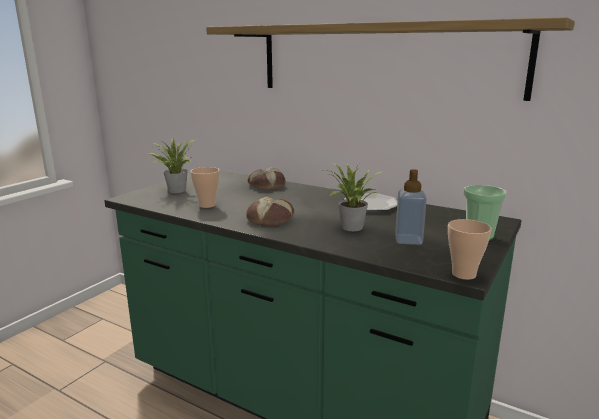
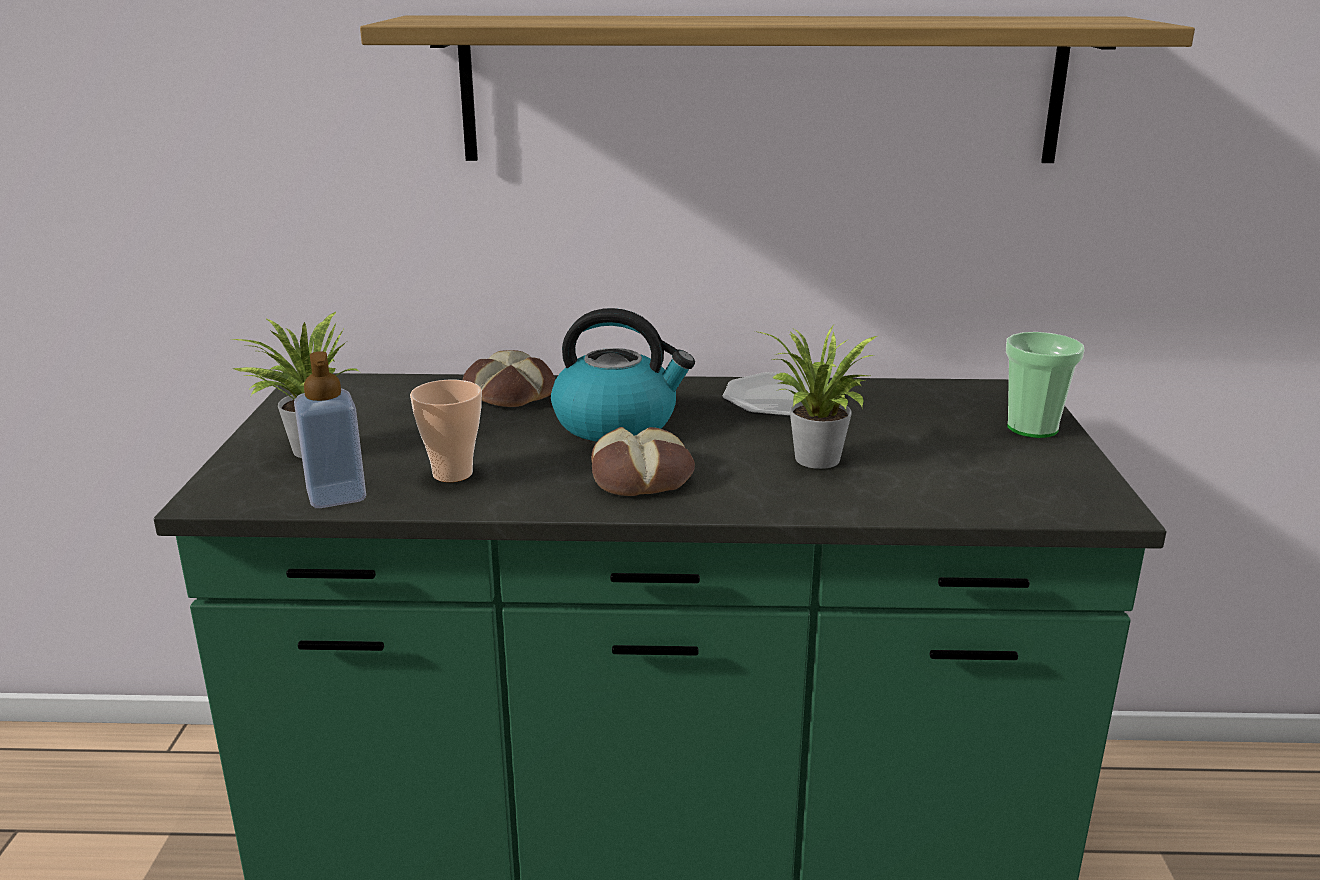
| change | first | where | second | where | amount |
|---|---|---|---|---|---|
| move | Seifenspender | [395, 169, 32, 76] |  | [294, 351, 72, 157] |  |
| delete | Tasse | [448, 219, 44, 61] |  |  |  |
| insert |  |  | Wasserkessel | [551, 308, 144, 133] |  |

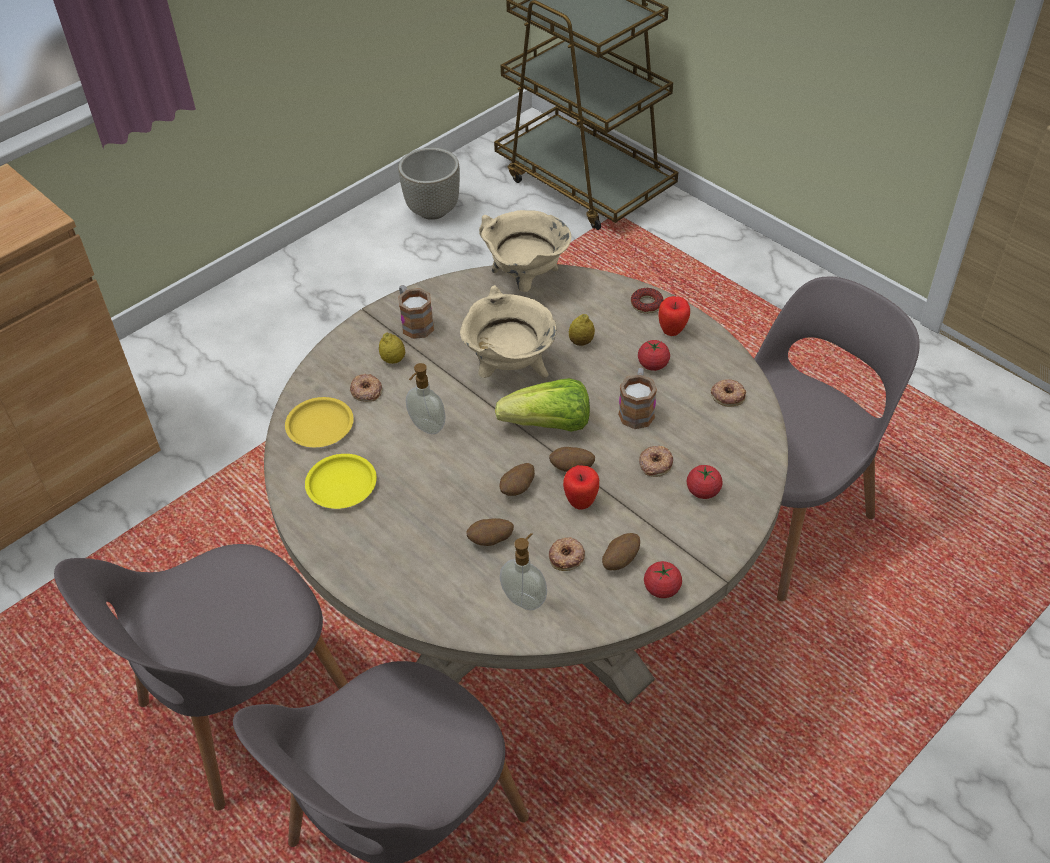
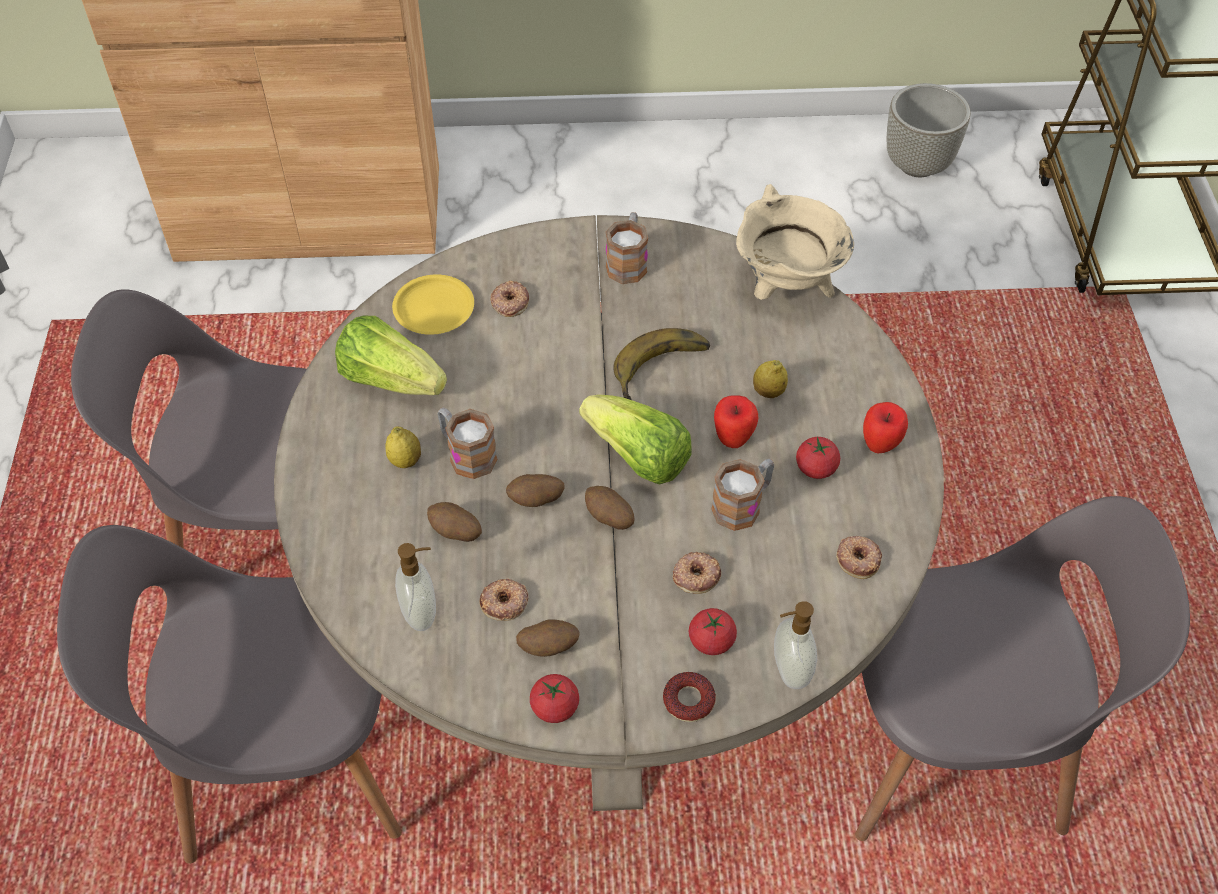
| change | first | where | second | where | amount |
|---|---|---|---|---|---|
| replace | Teller [gelb] | [305, 454, 72, 55] | Salatkopf | [335, 316, 112, 79] |  |
| move | Zitrone | [379, 332, 26, 32] |  | [385, 426, 36, 42] |  |
| move | Seifenspender | [406, 363, 40, 71] |  | [774, 601, 43, 88] |  |
| replace | Kochtopf [beige] | [460, 285, 97, 93] | Banane | [613, 328, 97, 72] |  |
| move | Apfel | [563, 465, 36, 45] |  | [714, 395, 44, 53] |  |
| move | Donut | [631, 288, 33, 26] |  | [663, 672, 53, 50] |  |
| insert |  |  | Henkelbecher | [438, 407, 60, 72] |  |

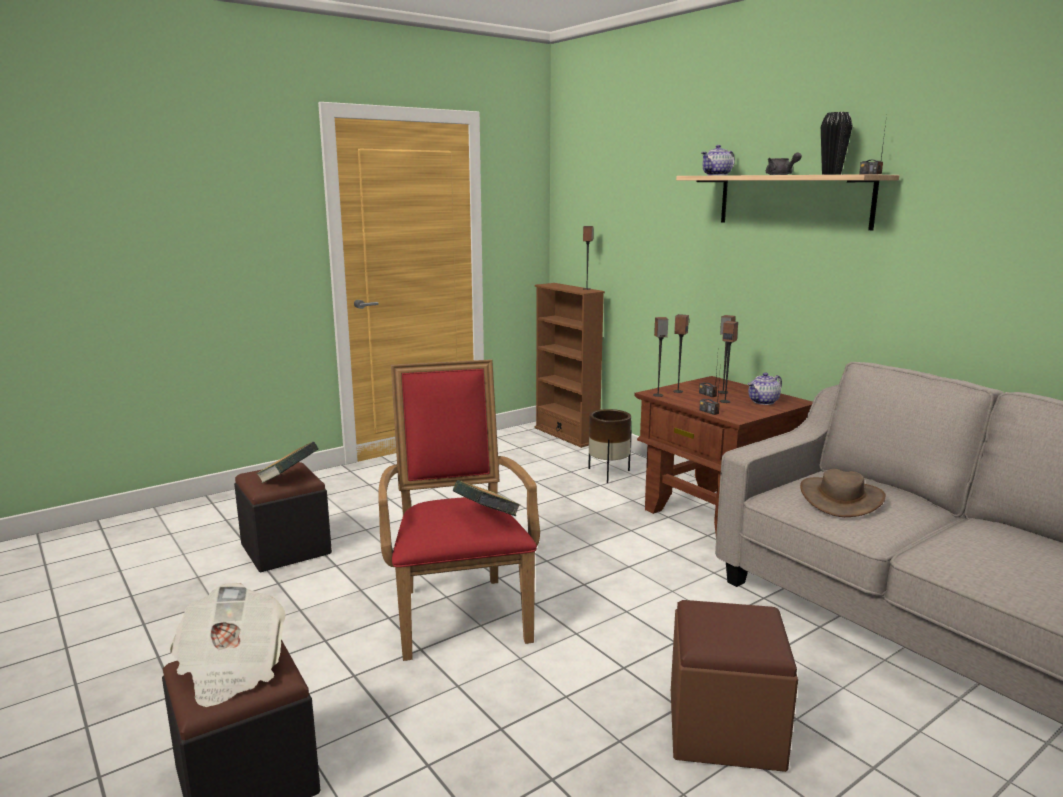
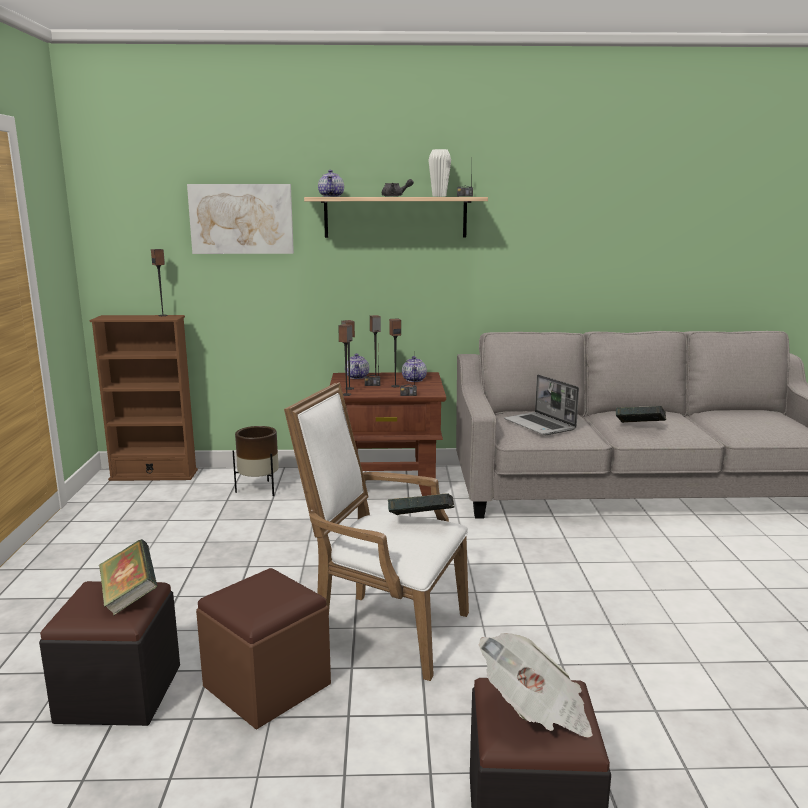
| change | first | where | second | where | amount |
|---|---|---|---|---|---|
| recolor | Sessel [rot] | [378, 359, 162, 302] | Sessel [weiß] | [284, 382, 185, 299] |  |
| move | Polsterhocker [braun] | [671, 600, 127, 172] |  | [196, 568, 135, 161] |  |
| replace | Hut [braun] | [800, 469, 86, 48] | Laptop | [504, 374, 75, 61] |  |
| recolor | Vase [schwarz] | [821, 112, 32, 63] | Vase [weiß] | [428, 149, 23, 48] |  |
| insert |  |  | Bild | [187, 184, 107, 70] |  |
| insert |  |  | Teekanne | [347, 354, 22, 25] |  |
| insert |  |  | Buch | [616, 406, 50, 17] |  |

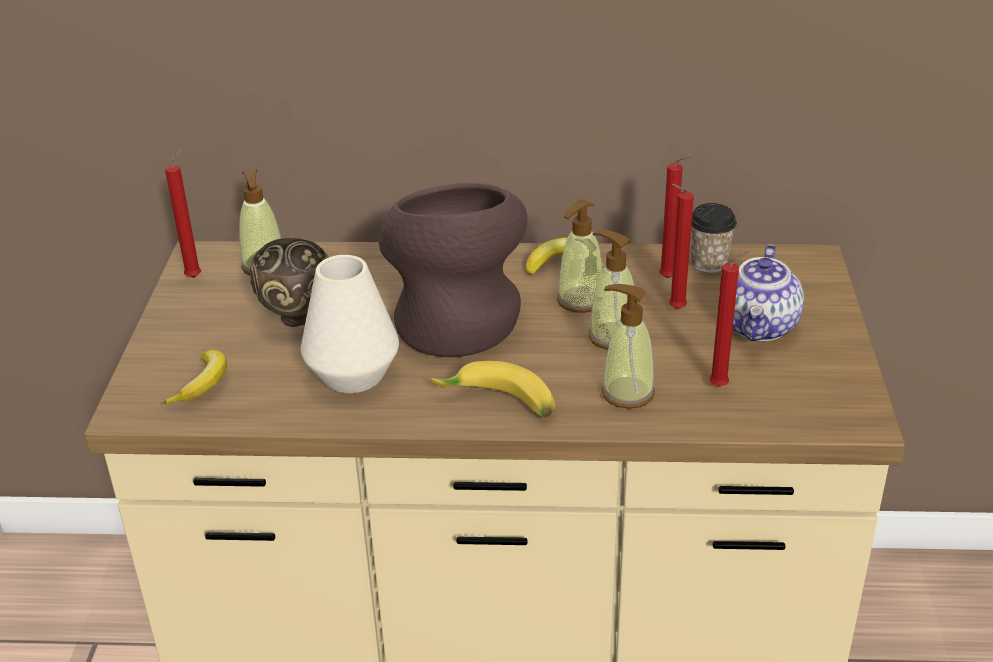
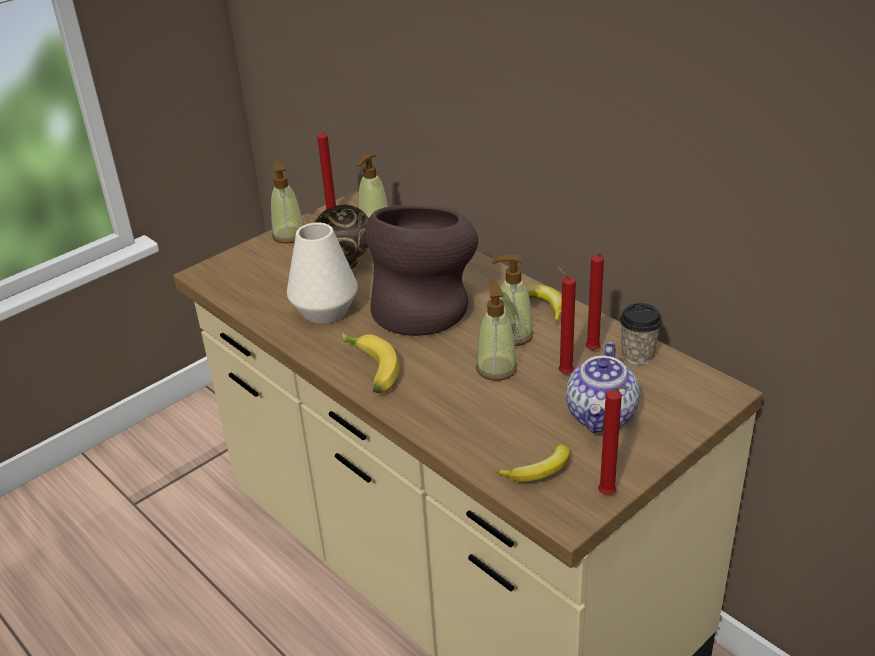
| change | first | where | second | where | amount |
|---|---|---|---|---|---|
| move | Banane | [161, 350, 66, 55] |  | [495, 444, 75, 38] |  |
| move | Seifenspender | [601, 284, 54, 125] |  | [271, 160, 32, 84] |  |
| move | Kerze [rot] | [709, 251, 40, 136] |  | [598, 386, 32, 109] |  |
| rotate | Teekanne | [733, 244, 71, 97] |  | [566, 342, 74, 91] | 45 degrees counterclockwise |

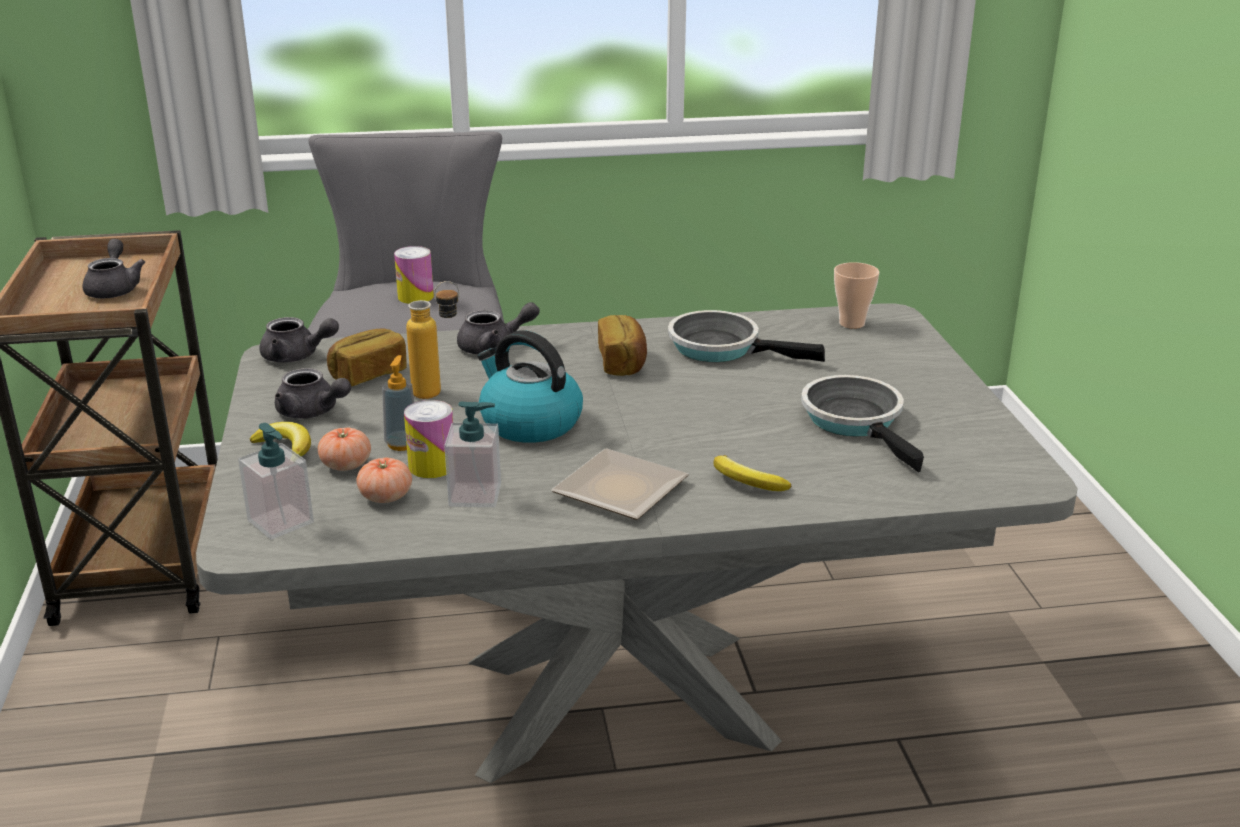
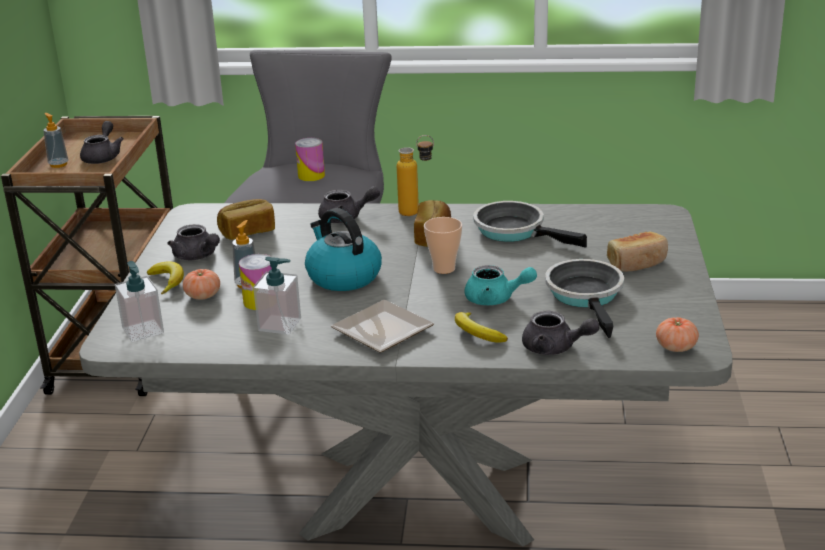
| change | first | where | second | where | amount |
|---|---|---|---|---|---|
| move | Teekanne [grau] | [259, 317, 80, 46] |  | [522, 311, 77, 44] |  |
| move | Tomate | [356, 458, 56, 45] |  | [656, 317, 43, 35] |  |
| move | Flasche | [406, 281, 54, 118] |  | [397, 135, 37, 81] |  |
| move | Tasse | [834, 262, 45, 67] |  | [424, 217, 38, 57] |  |
| insert |  |  | Seifenspender | [43, 113, 25, 55] |  |
| insert |  |  | Teekanne [türkis] | [465, 265, 72, 40] |  |
| insert |  |  | Brot | [607, 231, 61, 41] |  |

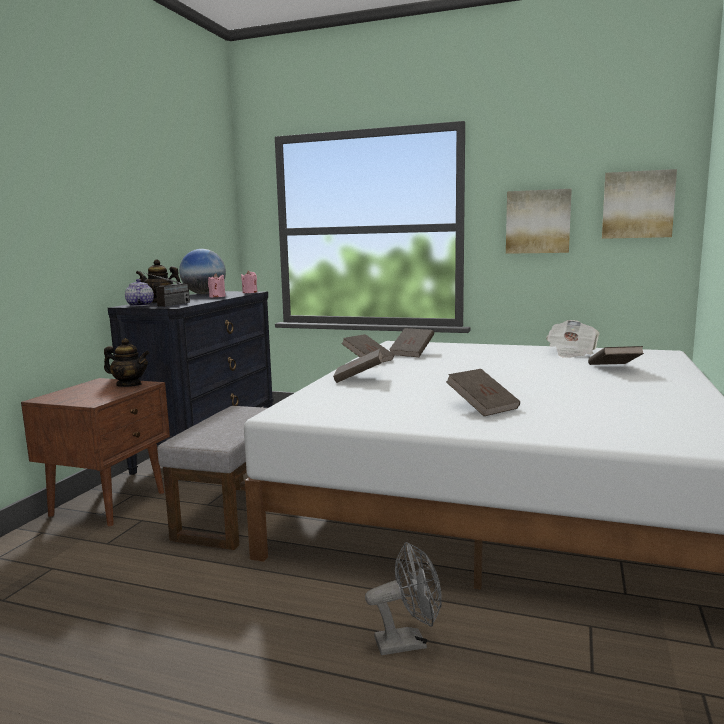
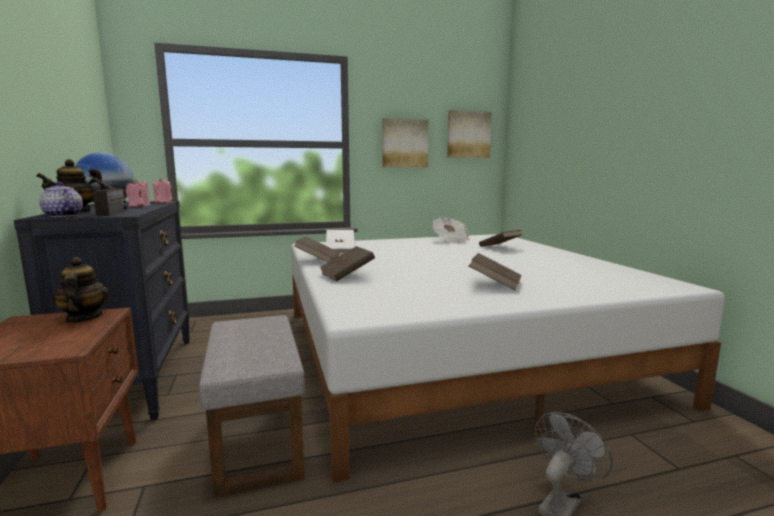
| change | first | where | second | where | amount |
|---|---|---|---|---|---|
| rotate | Teekanne | [104, 338, 46, 49] |  | [52, 257, 57, 66] | 90 degrees counterclockwise |
| recolor | Buch [braun] | [389, 328, 45, 29] | Buch [weiß] | [326, 230, 29, 23] |  |

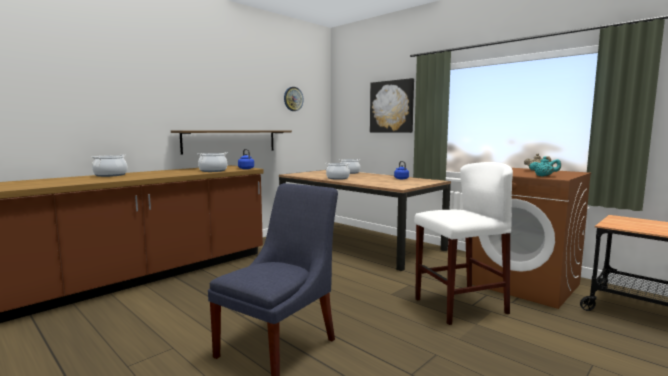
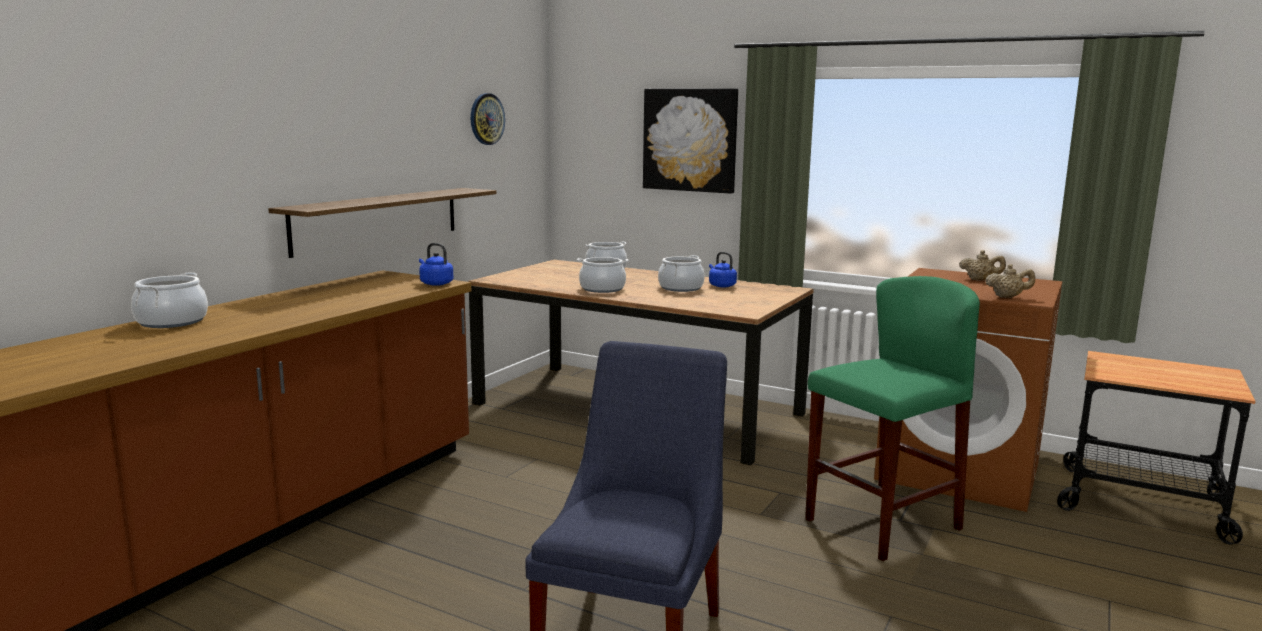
| change | first | where | second | where | amount |
|---|---|---|---|---|---|
| move | Kochtopf | [197, 152, 30, 20] |  | [658, 255, 47, 37] |  |
| recolor | Hocker [weiß] | [414, 162, 99, 163] | Hocker [grün] | [805, 276, 175, 285] |  |
| recolor | Teekanne [türkis] | [529, 156, 32, 20] | Teekanne [beige] | [985, 264, 50, 34] |  |

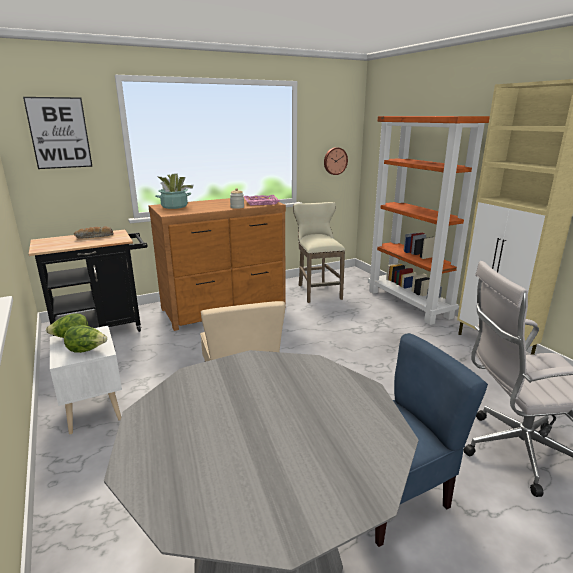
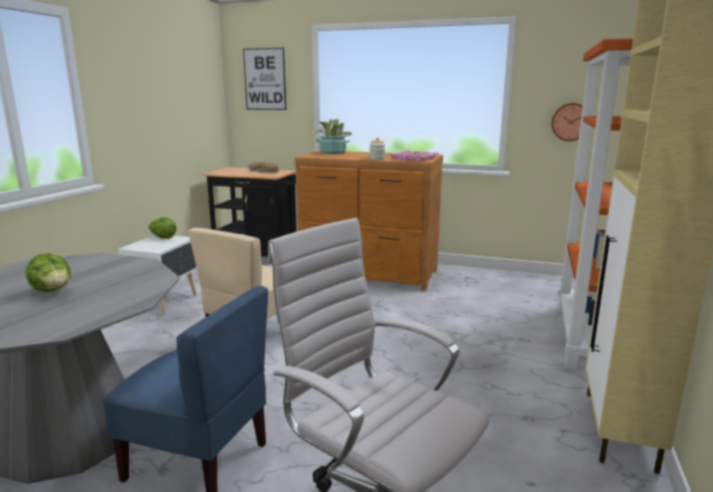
| change | first | where | second | where | amount |
|---|---|---|---|---|---|
| move | Salatkopf | [64, 325, 43, 28] |  | [26, 253, 45, 39] |  |
| delete | Hocker [beige] | [293, 202, 52, 101] |  |  |  |

